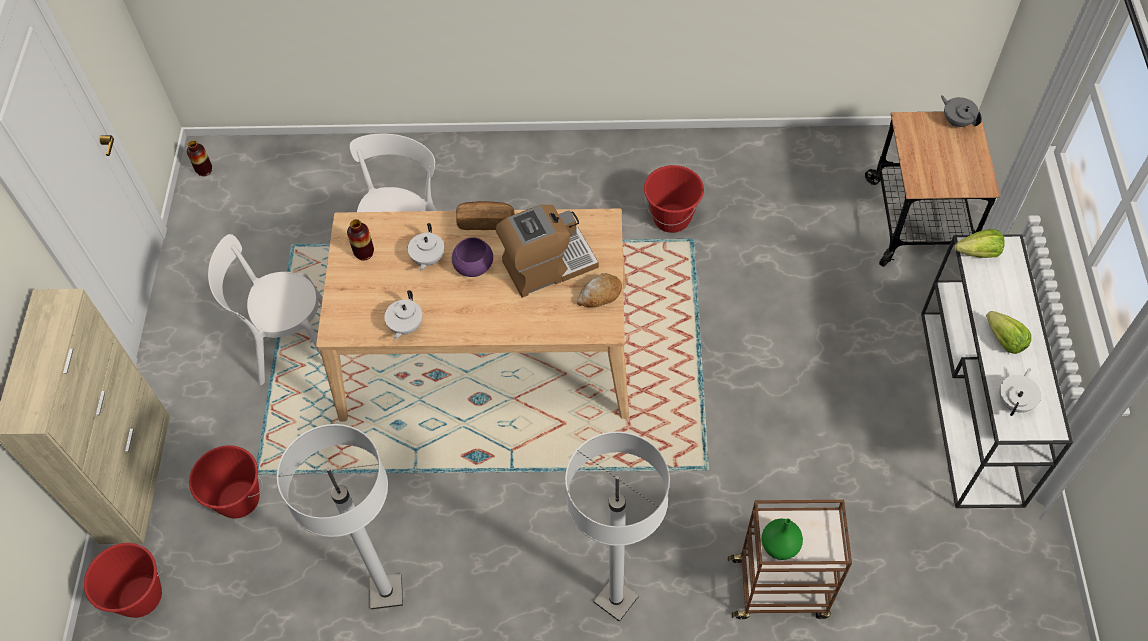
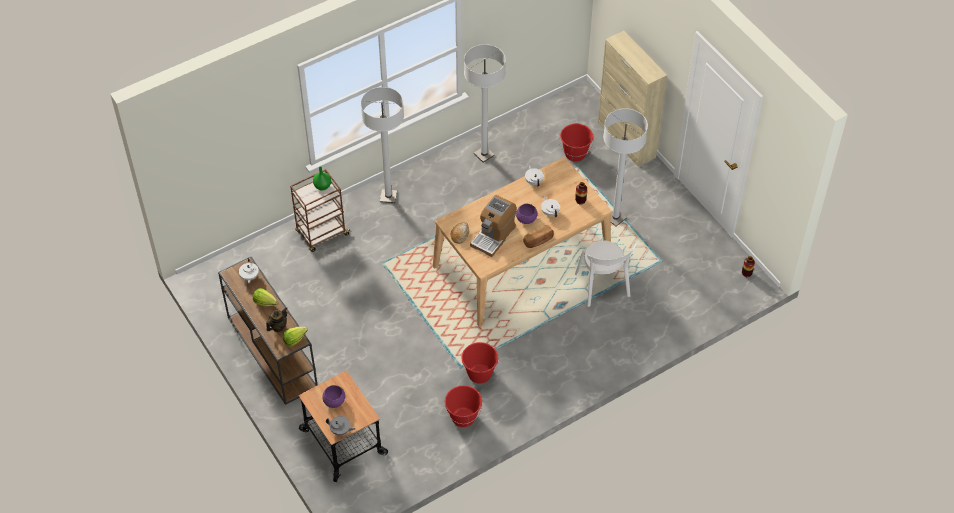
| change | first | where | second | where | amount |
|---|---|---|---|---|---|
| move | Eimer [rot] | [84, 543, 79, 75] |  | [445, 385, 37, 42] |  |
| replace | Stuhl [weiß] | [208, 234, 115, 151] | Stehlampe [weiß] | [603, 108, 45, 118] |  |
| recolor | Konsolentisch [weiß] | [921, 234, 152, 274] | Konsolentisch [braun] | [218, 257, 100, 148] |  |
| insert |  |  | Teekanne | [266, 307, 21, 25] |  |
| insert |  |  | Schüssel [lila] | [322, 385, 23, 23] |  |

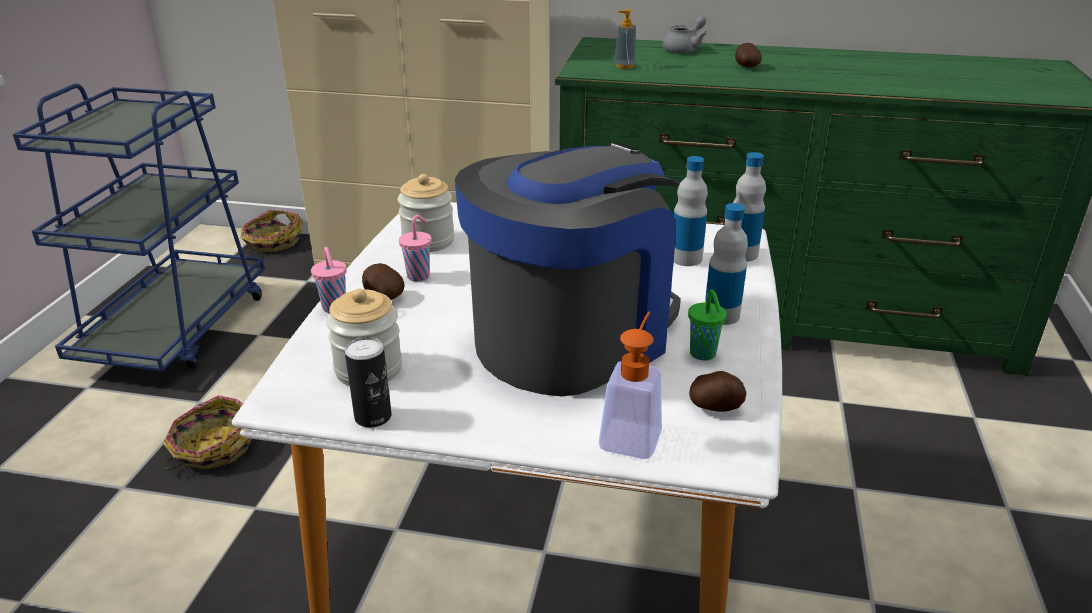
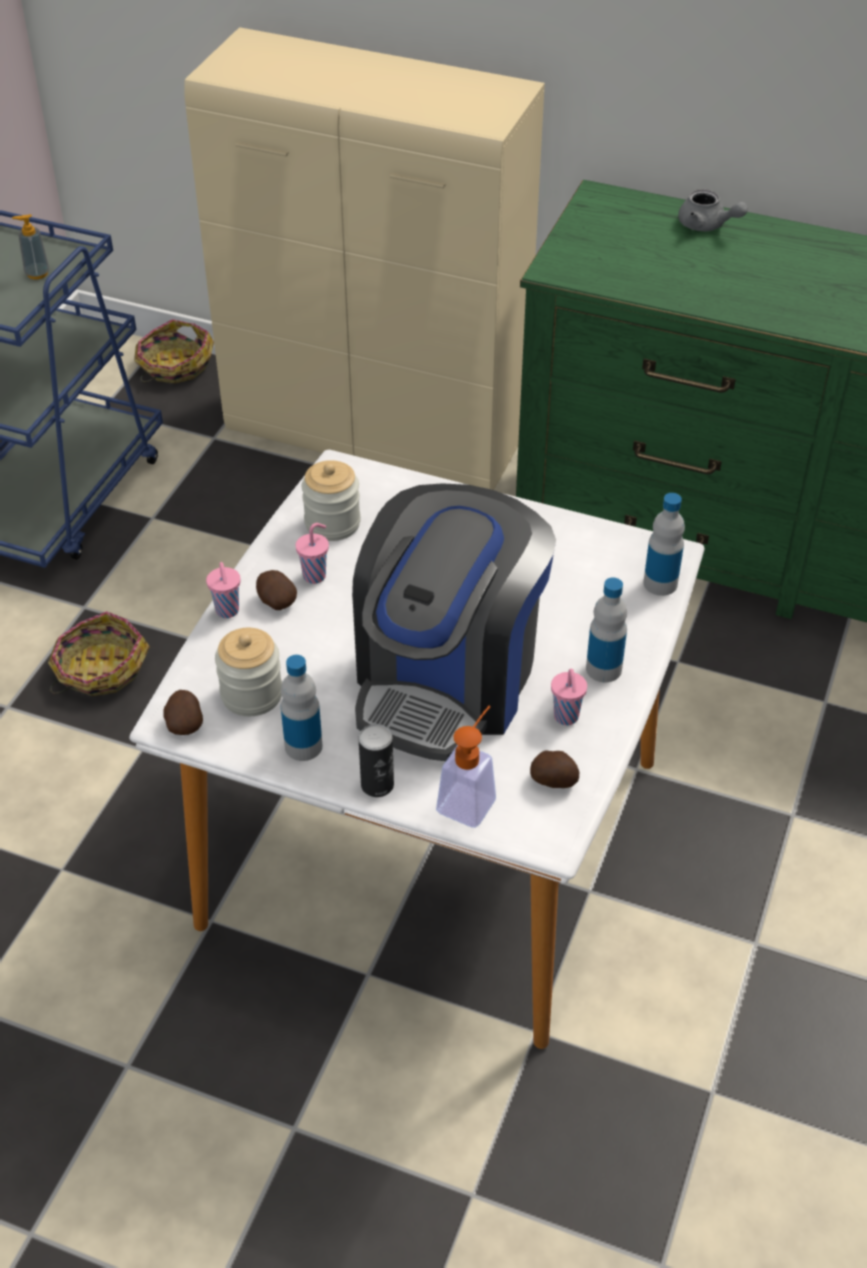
| change | first | where | second | where | amount |
|---|---|---|---|---|---|
| move | Dose | [345, 337, 47, 91] |  | [359, 724, 35, 73] |  |
| rotate | Kaffeemaschine | [454, 142, 227, 255] |  | [352, 483, 204, 278] | 150 degrees clockwise |
| move | Seifenspender | [615, 9, 21, 60] |  | [12, 214, 38, 65] |  |
| rotate | Teekanne [grau] | [663, 15, 44, 38] |  | [678, 189, 70, 42] | 75 degrees clockwise |
| move | Flasche | [674, 156, 34, 110] |  | [281, 655, 42, 106] |  |
| recolor | Tasse [grün] | [688, 289, 39, 72] | Tasse [rosa] | [551, 668, 36, 57] |  |
| move | Kartoffel | [735, 43, 27, 24] |  | [163, 690, 40, 45] |  |

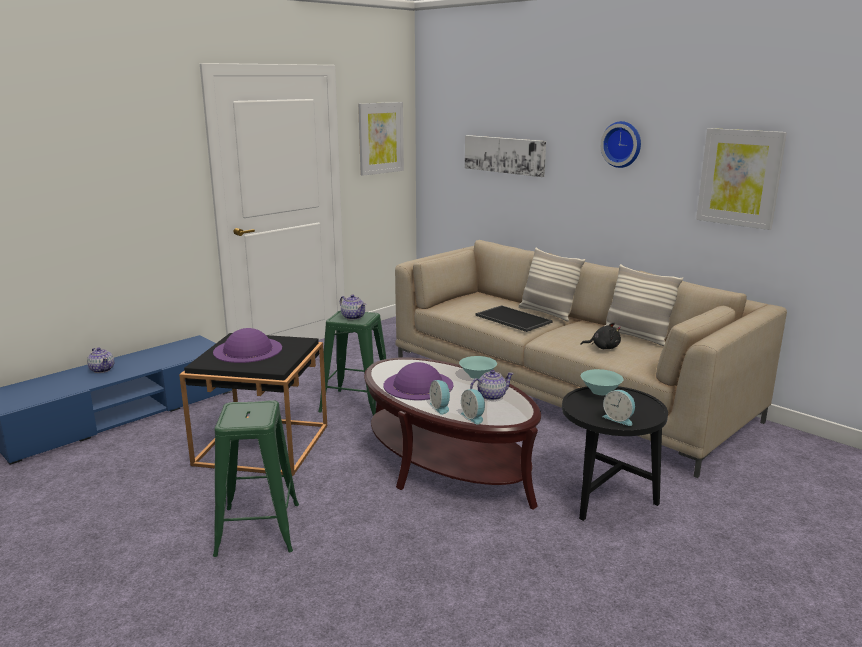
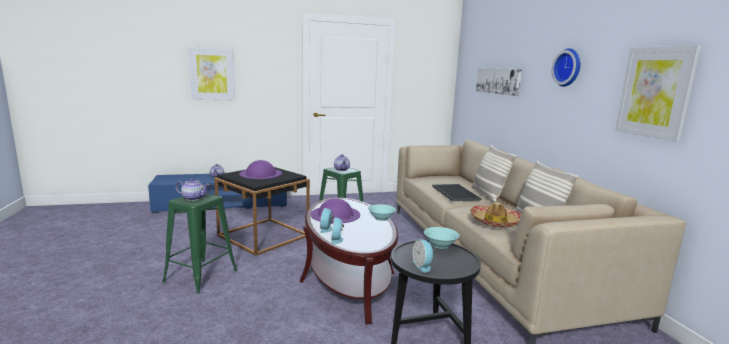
| change | first | where | second | where | amount |
|---|---|---|---|---|---|
| move | Bild | [358, 102, 46, 74] |  | [188, 47, 47, 53] |  |
| move | Teekanne | [470, 370, 44, 30] |  | [176, 178, 34, 23] |  |
| replace | Plüschtier [schwarz] | [580, 323, 41, 26] | Hut | [470, 202, 52, 26] |  |

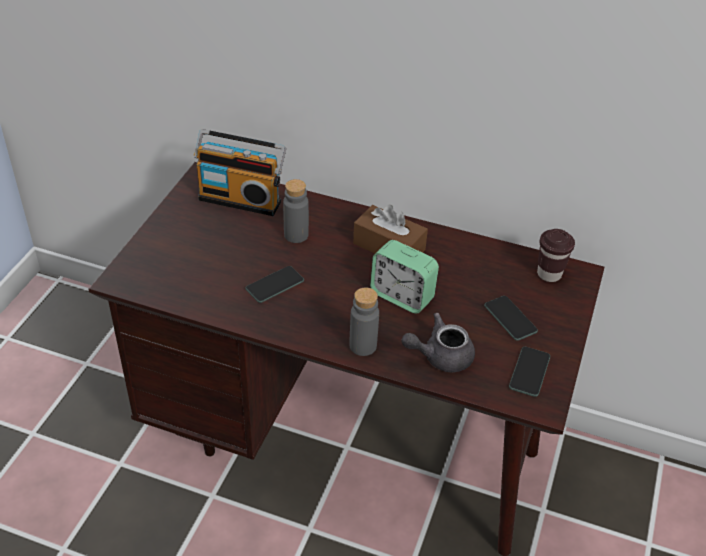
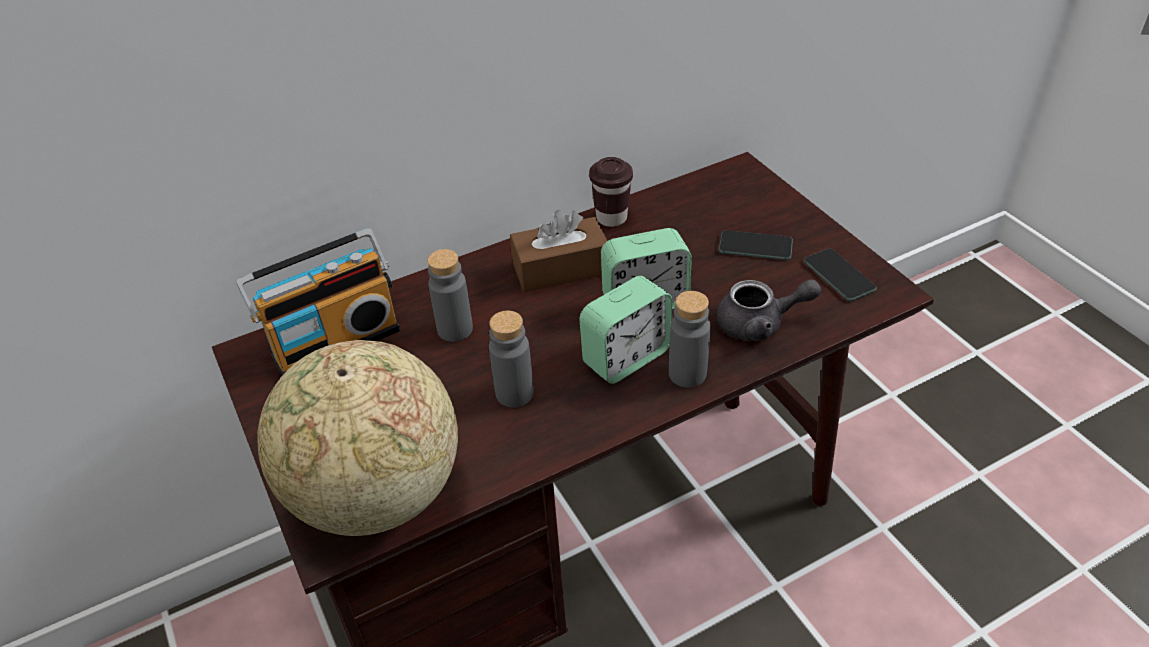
| change | first | where | second | where | amount |
|---|---|---|---|---|---|
| replace | Handy | [245, 266, 59, 37] | Flasche [grau] | [489, 311, 45, 96] |  |
| rotate | Teekanne [grau] | [402, 312, 73, 60] |  | [716, 279, 105, 62] | 120 degrees counterclockwise |
| move | Tasse [braun] | [537, 229, 38, 53] |  | [589, 157, 44, 70] |  |
| insert |  |  | Globus | [257, 340, 201, 196] |  |
| insert |  |  | Wecker | [579, 276, 93, 108] |  |

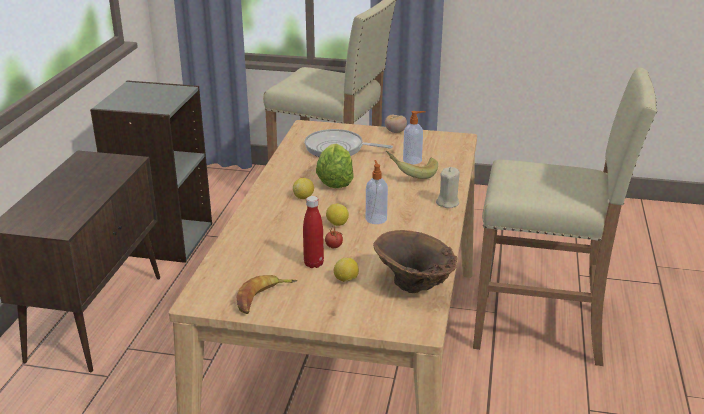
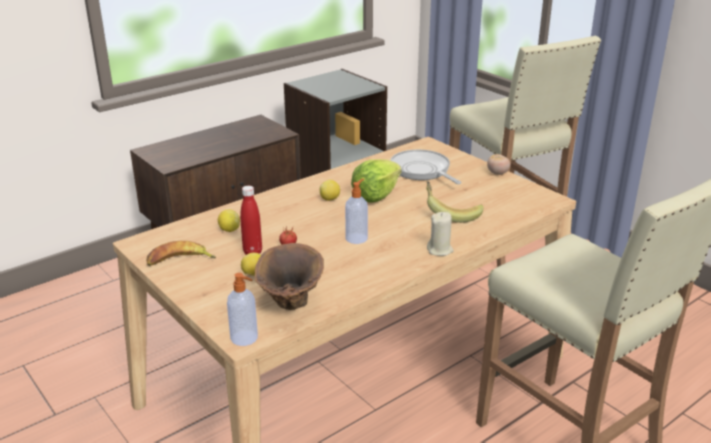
| change | first | where | second | where | amount |
|---|---|---|---|---|---|
| move | Zitrone | [326, 204, 23, 22] |  | [218, 209, 22, 23] |  |
| move | Seifenspender | [403, 111, 23, 53] |  | [227, 273, 31, 73] |  |

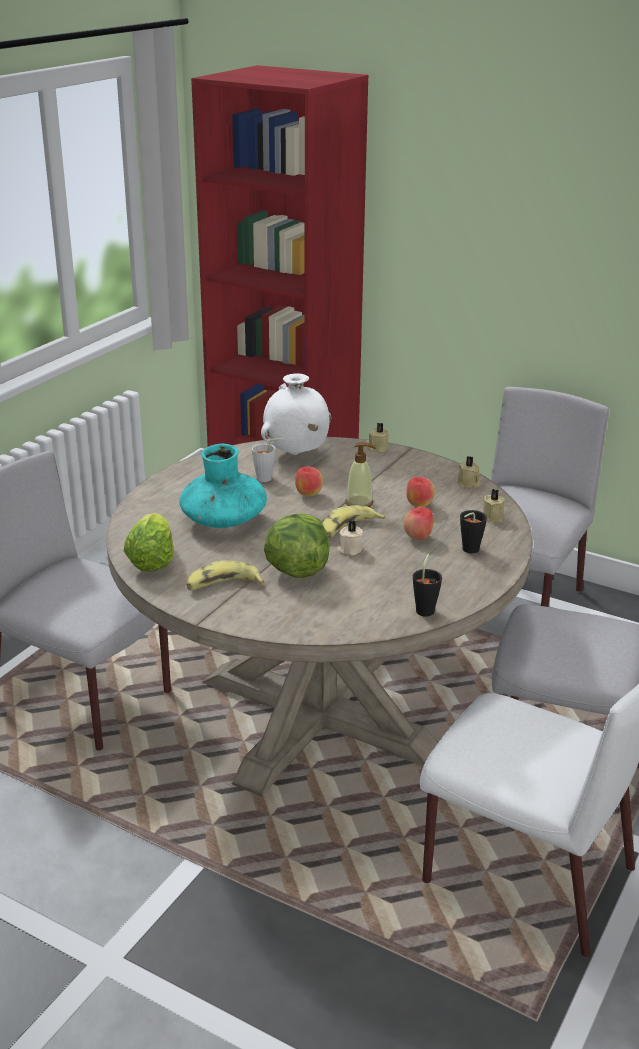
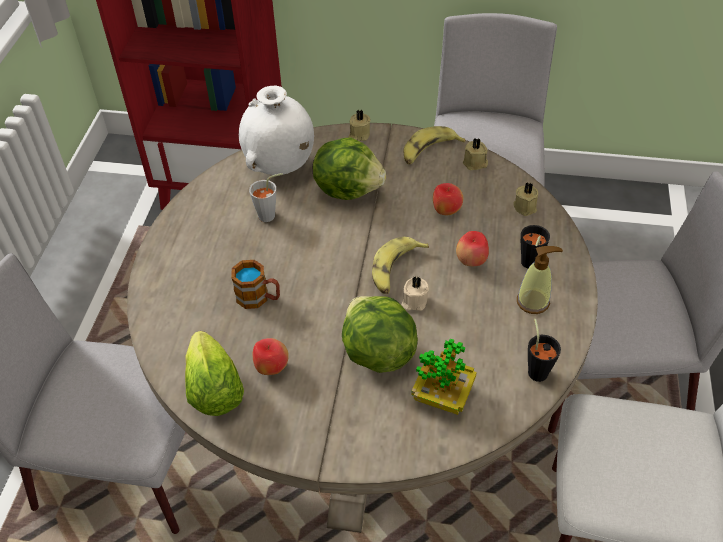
| change | first | where | second | where | amount |
|---|---|---|---|---|---|
| replace | Vase [türkis] | [179, 444, 88, 84] | Henkelbecher | [231, 260, 49, 49] |  |
| move | Banane | [186, 560, 78, 30] |  | [403, 126, 62, 38] |  |
| move | Apfel | [295, 467, 28, 30] |  | [252, 338, 37, 37] |  |
| move | Seifenspender | [345, 442, 31, 65] |  | [517, 246, 46, 68] |  |
| insert |  |  | Salatkopf | [313, 137, 73, 63] |  |
| insert |  |  | Topfpflanze | [411, 339, 66, 76] |  |

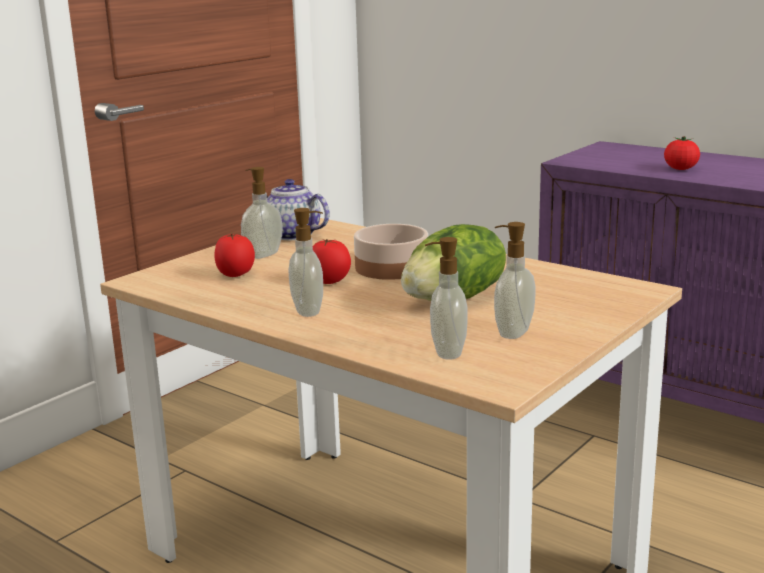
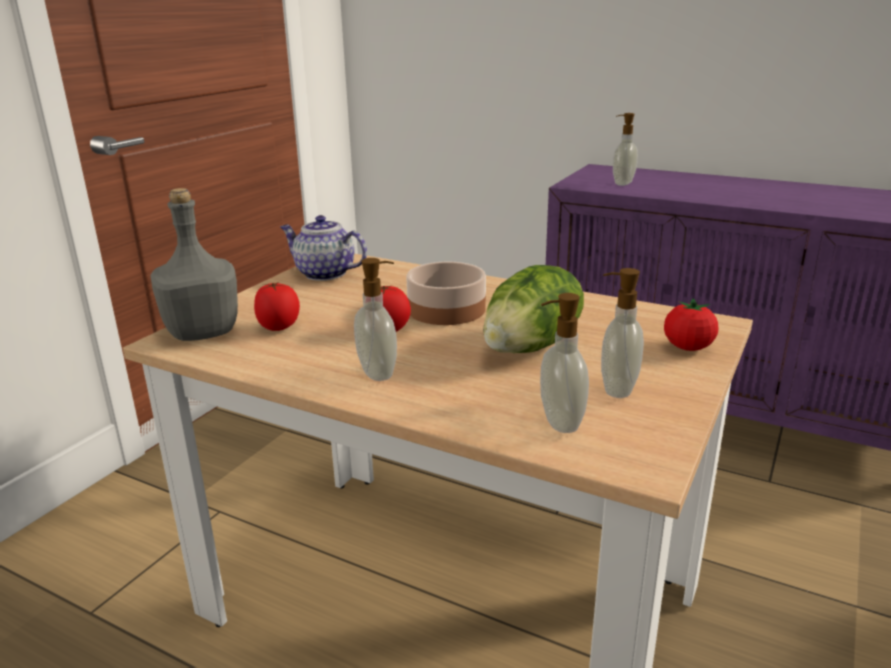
| change | first | where | second | where | amount |
|---|---|---|---|---|---|
| move | Seifenspender | [241, 167, 42, 92] |  | [613, 113, 25, 73] |  |
| move | Tomate | [664, 136, 36, 34] |  | [664, 298, 54, 53] |  |
| insert |  |  | Flasche [grau] | [150, 188, 88, 153] |  |

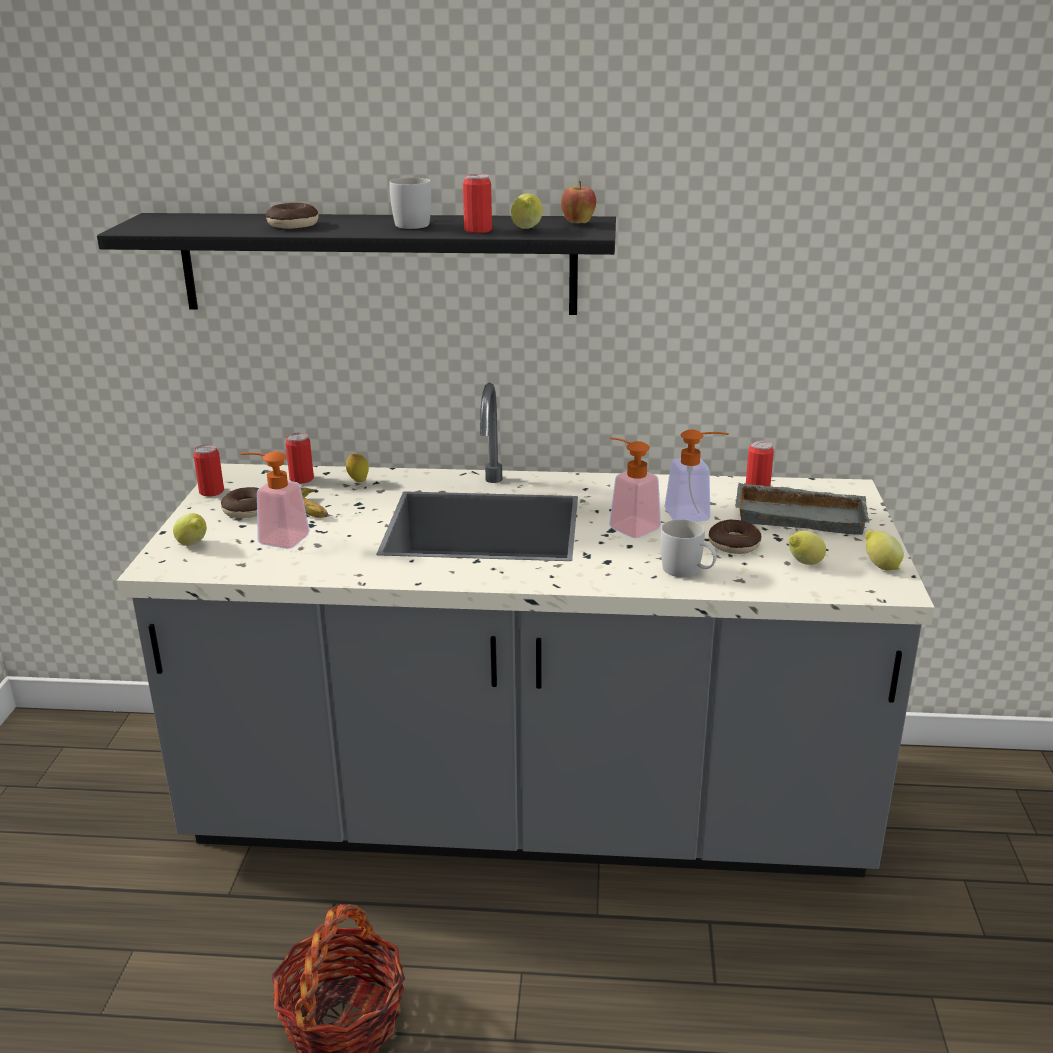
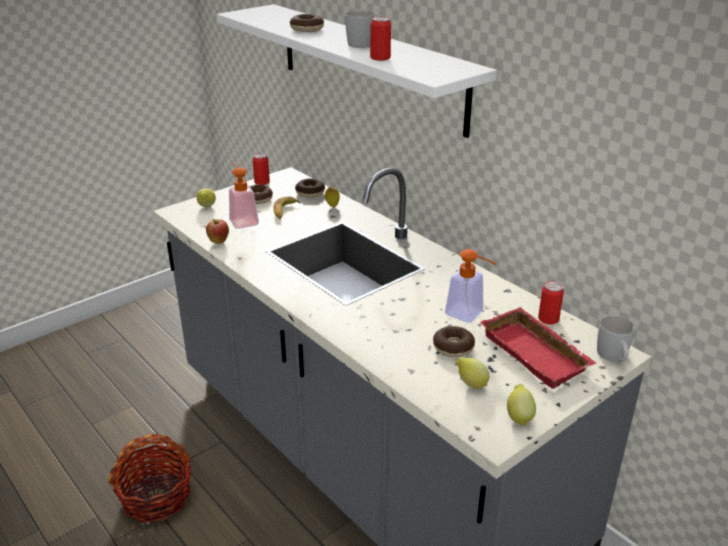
| change | first | where | second | where | amount |
|---|---|---|---|---|---|
| recolor | Wandregal [schwarz] | [97, 213, 519, 102] | Wandregal [weiß] | [217, 4, 280, 134] |  |
| replace | Dose | [286, 433, 28, 51] | Donut | [295, 178, 30, 20] |  |
| delete | Zitrone | [511, 194, 32, 35] |  |  |  |
| move | Apfel | [561, 180, 35, 43] |  | [206, 218, 23, 26] |  |
| delete | Seifenspender | [609, 437, 52, 101] |  |  |  |
| move | Henkelbecher [weiß] | [661, 519, 56, 58] |  | [597, 315, 38, 47] |  |
| recolor | Tablett [grau] | [735, 483, 134, 52] | Tablett [rot] | [480, 307, 117, 82] |  |

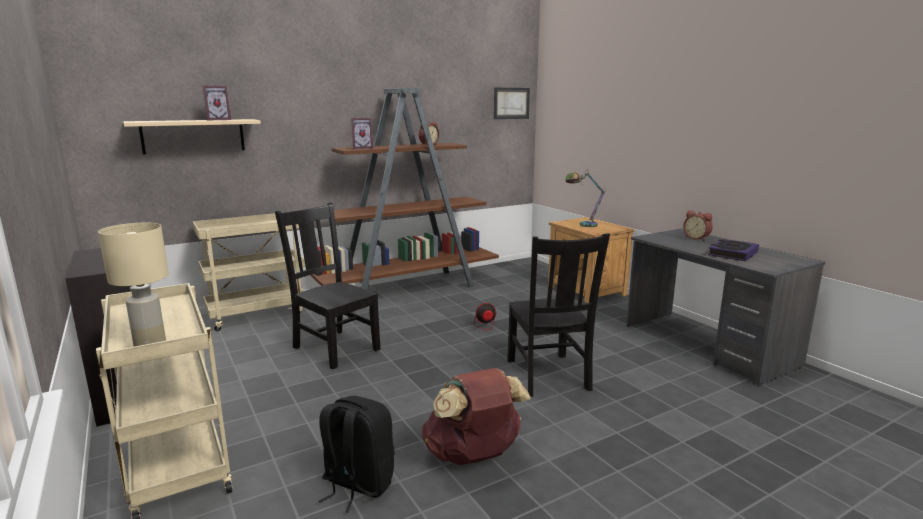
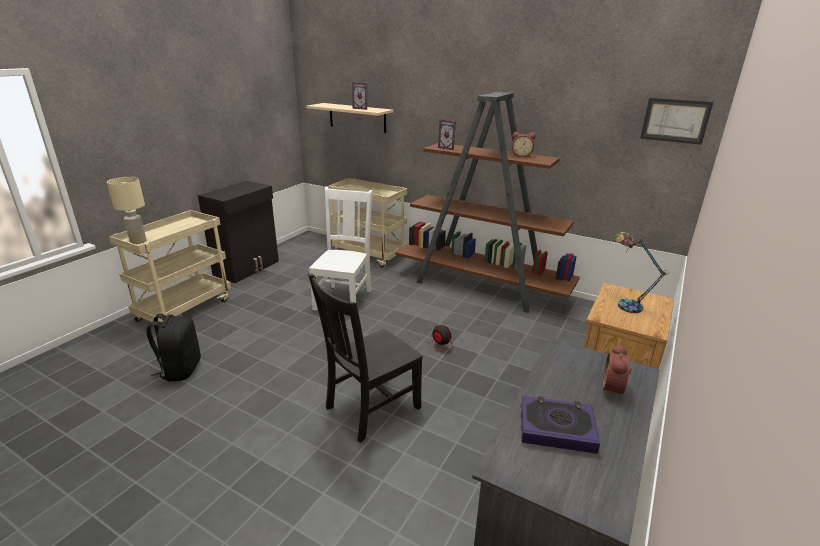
| change | first | where | second | where | amount |
|---|---|---|---|---|---|
| recolor | Stuhl [schwarz] | [275, 202, 106, 167] | Stuhl [weiß] | [309, 186, 64, 125] |  |
| delete | Rucksack [braun] | [422, 368, 109, 97] |  |  |  |

